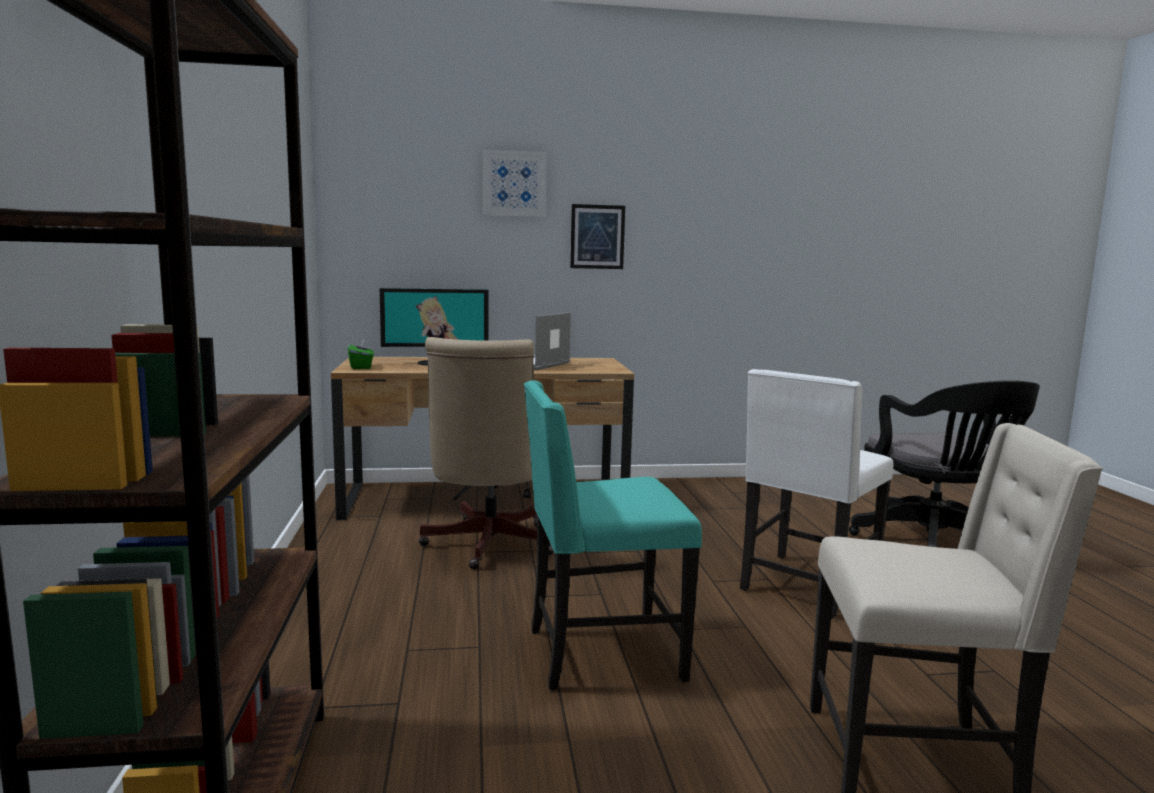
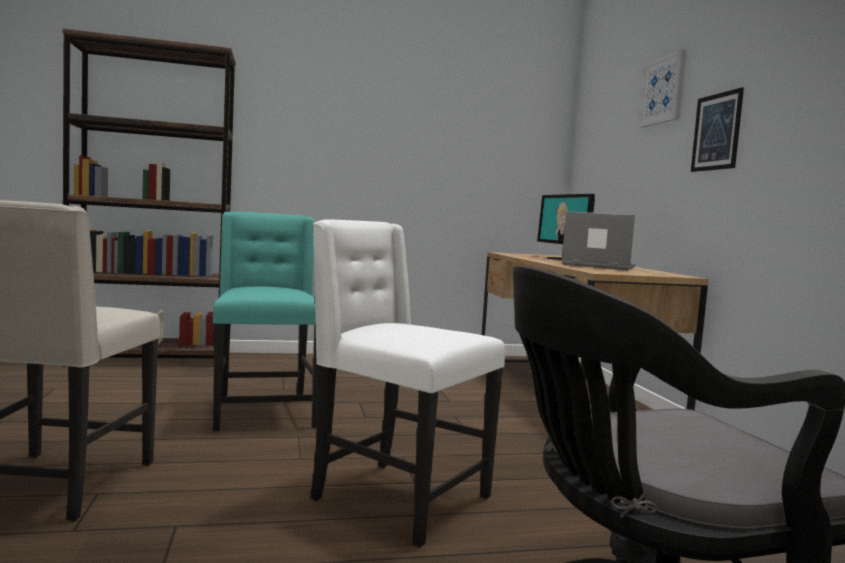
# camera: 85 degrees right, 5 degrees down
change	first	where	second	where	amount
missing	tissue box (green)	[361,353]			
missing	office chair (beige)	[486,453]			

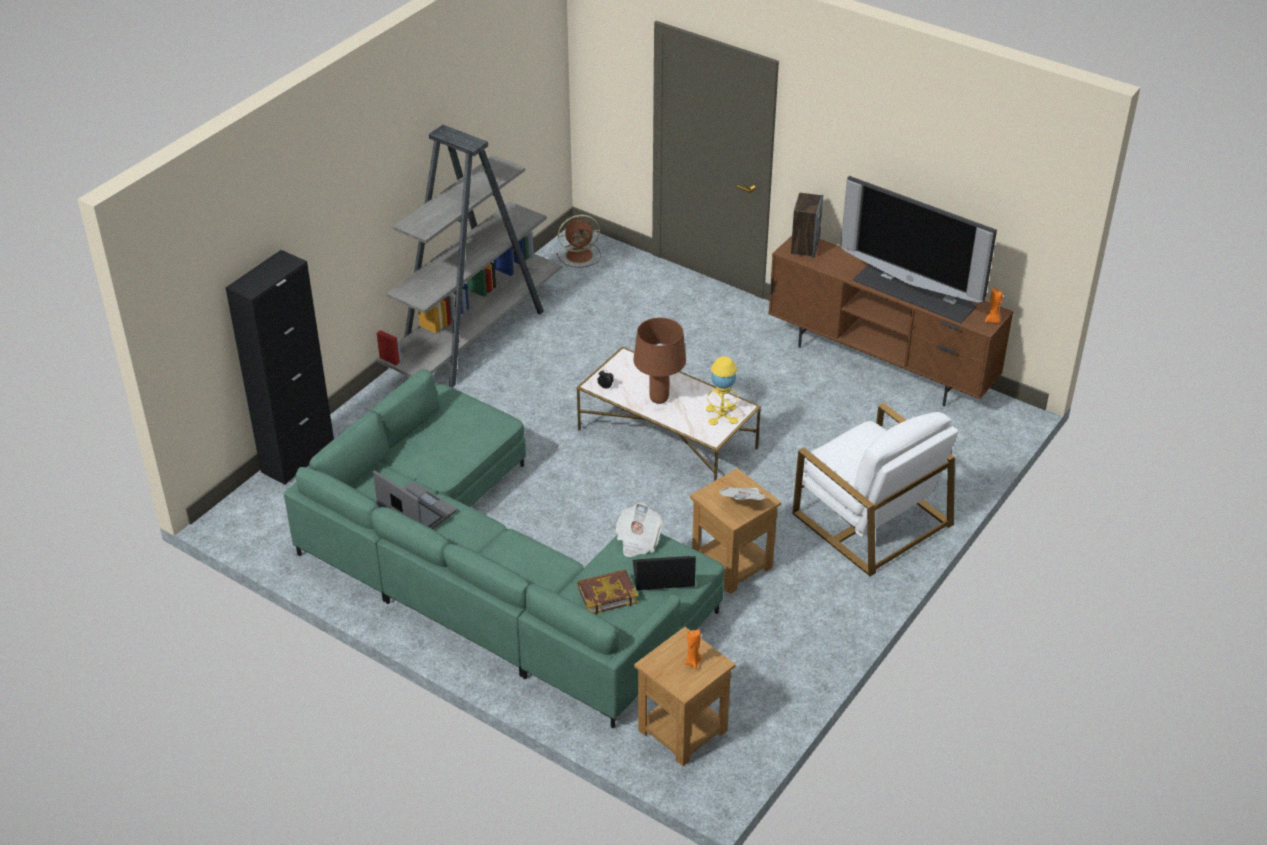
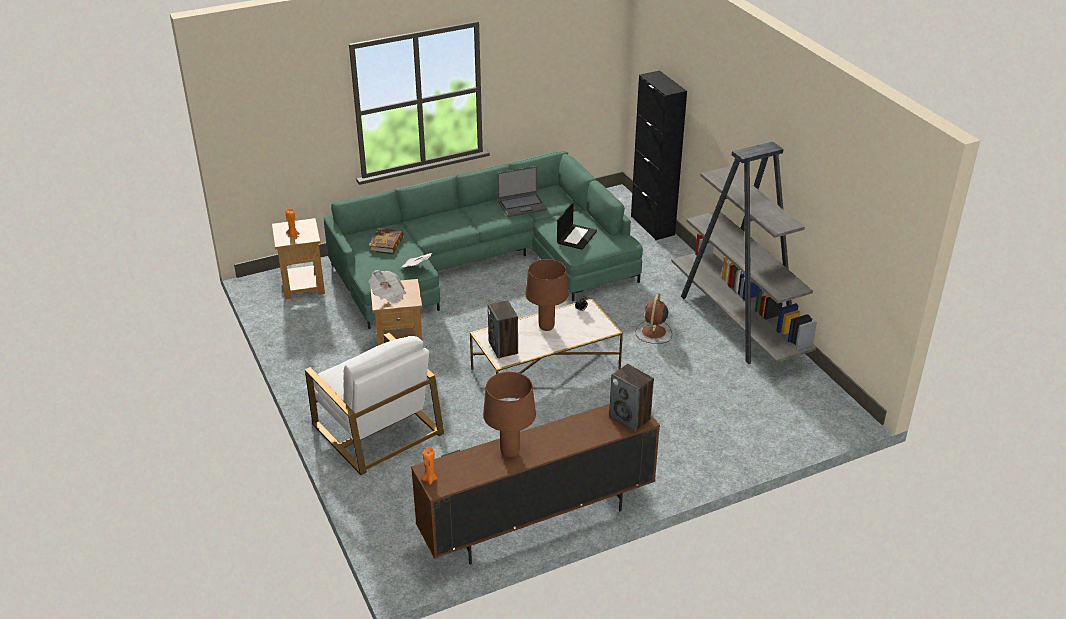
# camera: 120 degrees right, 5 degrees down
change	first	where	second	where	amount
spun	armchair (white)	[875,489]		[374,404]	120 degrees counterclockwise
exchanged	television	[919,249]	table lamp (brown)	[509,414]	
exchanged	table lamp (yellow)	[722,390]	speaker	[503,329]	
relocated	laptop	[664,573]		[577,226]	
relocated	fan (brown)	[578,241]		[653,318]	

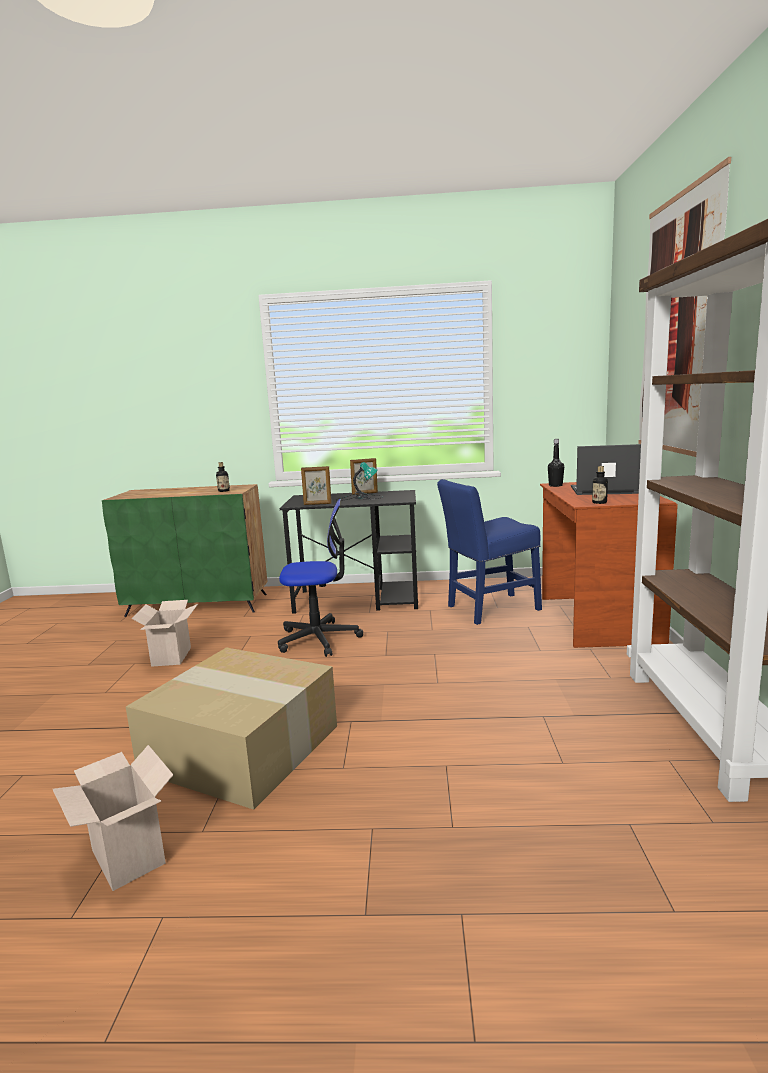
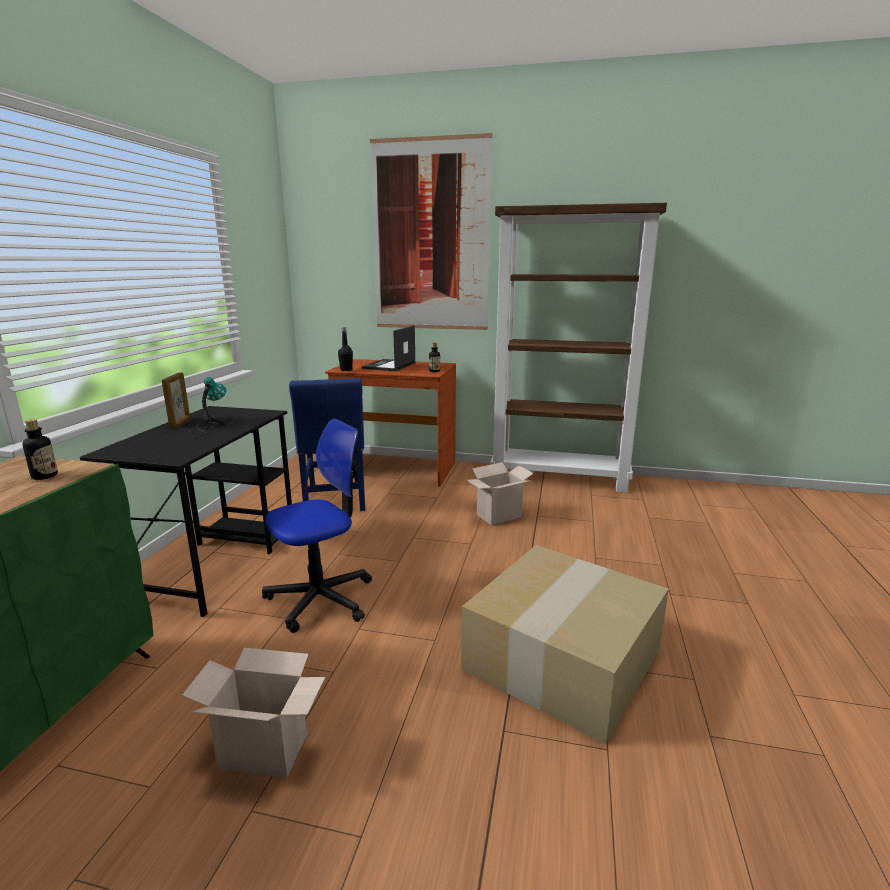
# camera: 80 degrees left, 5 degrees up
change	first	where	second	where	amount
spun	office chair	[320,578]		[317,526]	45 degrees clockwise
relocated	cardboard box	[112,818]		[500,493]	
missing	picture frame	[316,485]			

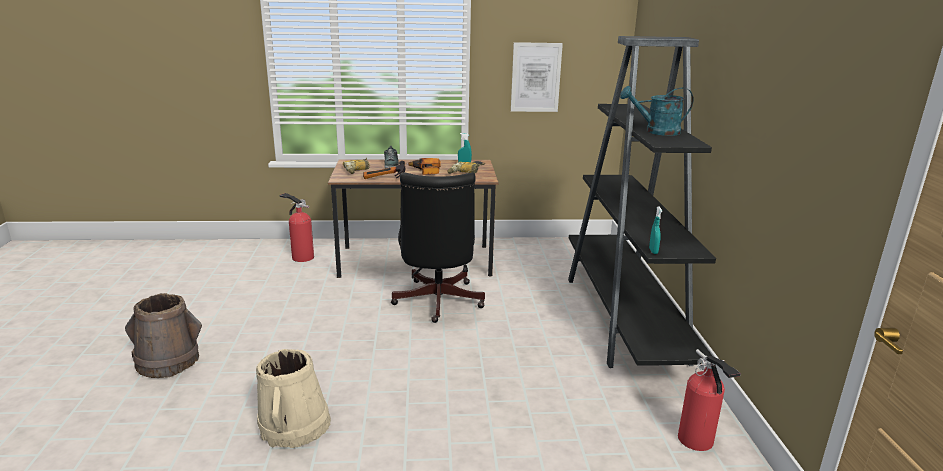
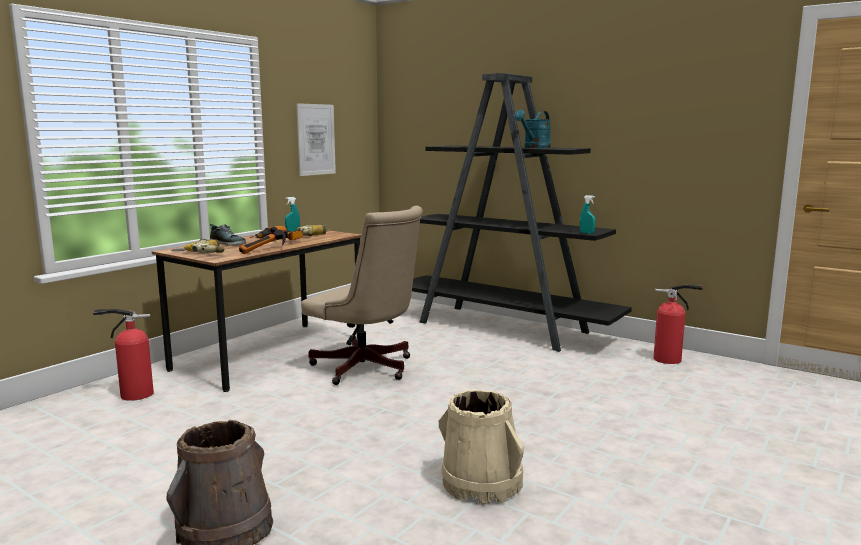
# camera: 50 degrees left, 10 degrees down
change	first	where	second	where	amount
colour	office chair (black)	[438,247]	office chair (beige)	[362,295]	

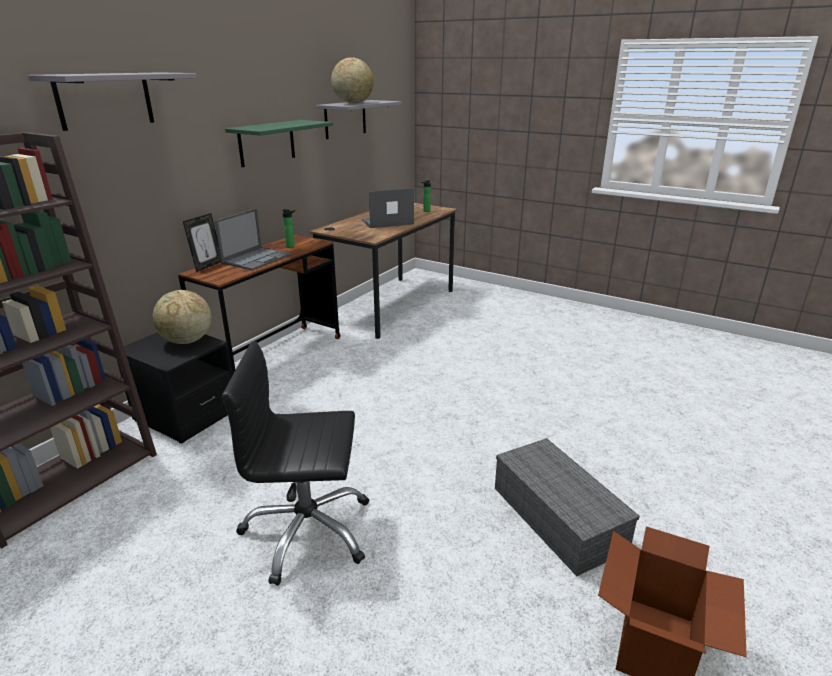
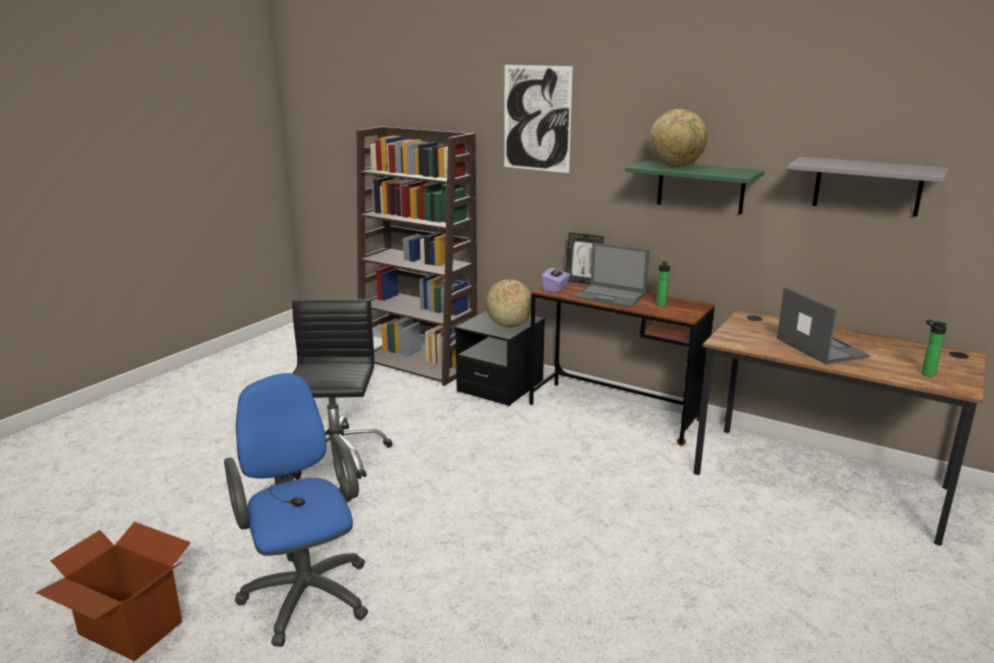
# camera: 90 degrees right, 5 degrees down
change	first	where	second	where	amount
exchanged	storage box (grey)	[567,507]	office chair (blue)	[296,510]	
exchanged	shelf (grey)	[112,101]	picture	[538,119]	
appeared			tissue box (purple)	[555,279]	
relocated	globe	[352,80]		[678,138]	

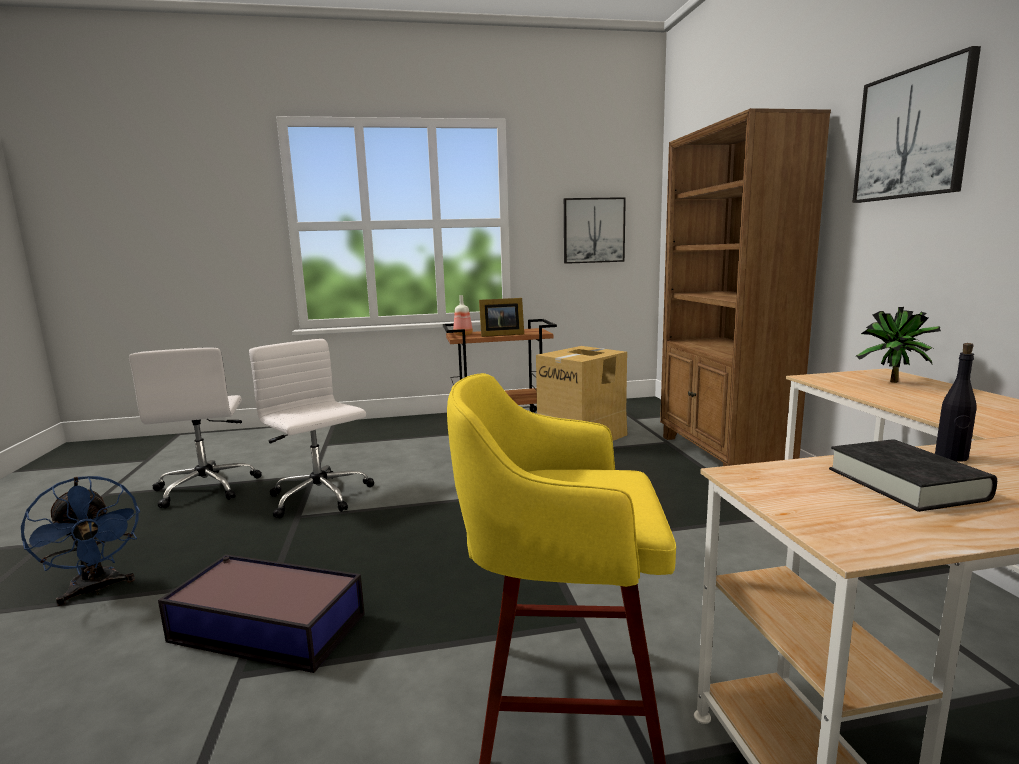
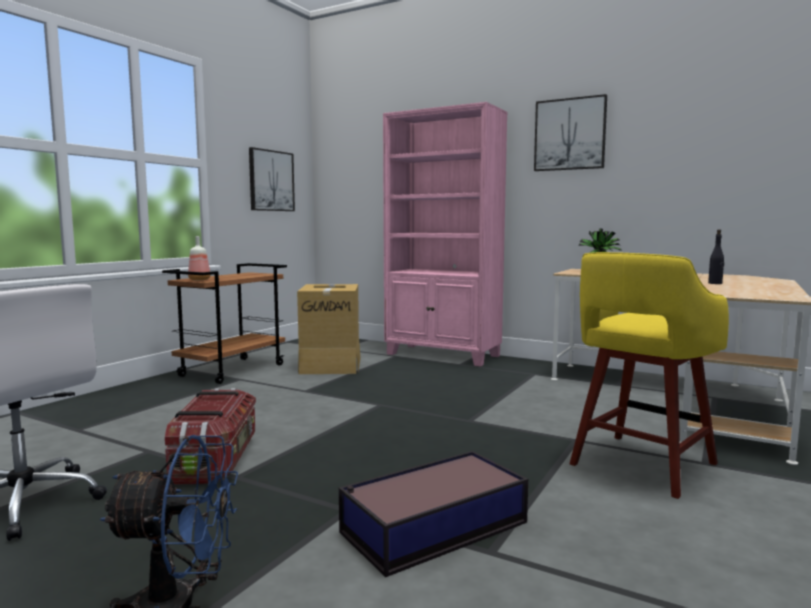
# camera: 50 degrees left, 5 degrees down
change	first	where	second	where	amount
exchanged	office chair (white)	[311,428]	storage box	[210,436]	
colour	bookcase (brown)	[745,287]	bookcase (pink)	[445,234]	
missing	picture frame	[501,317]			
missing	book (black)	[913,475]			

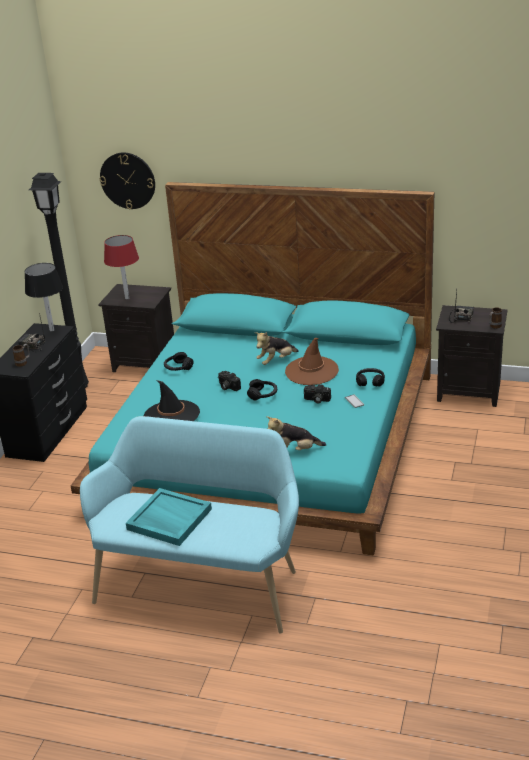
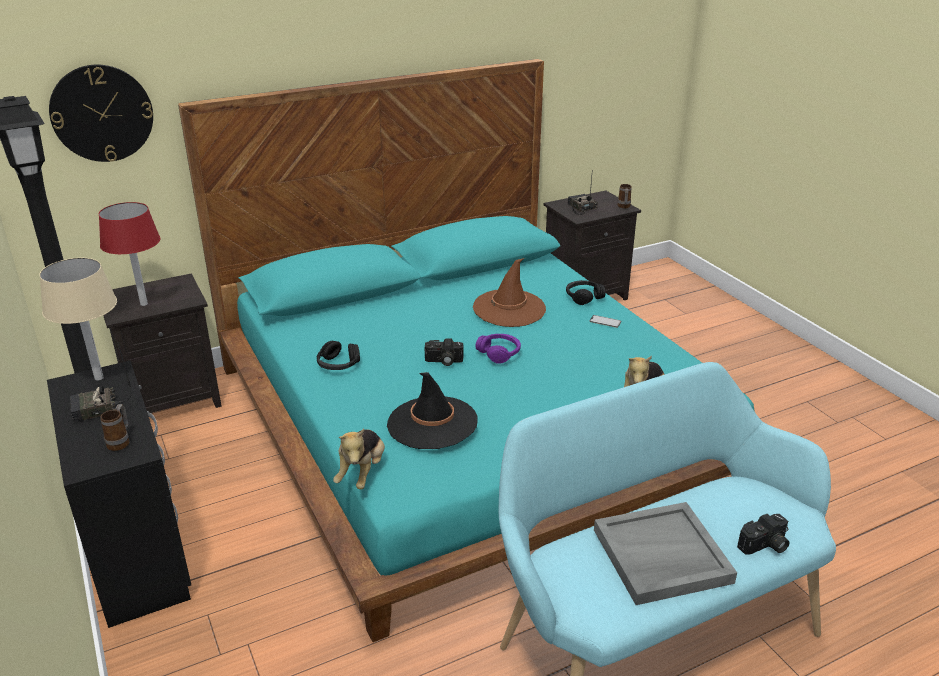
# camera: 45 degrees left, 0 degrees up
change	first	where	second	where	amount
colour	table lamp (black)	[44,297]	table lamp (beige)	[78,319]	
relocated	plush toy	[277,348]		[359,459]	
colour	headphones (black)	[262,390]	headphones (purple)	[498,349]	
colour	tray (turquoise)	[169,517]	tray (grey)	[665,553]	
relocated	photo camera	[317,394]		[763,534]	

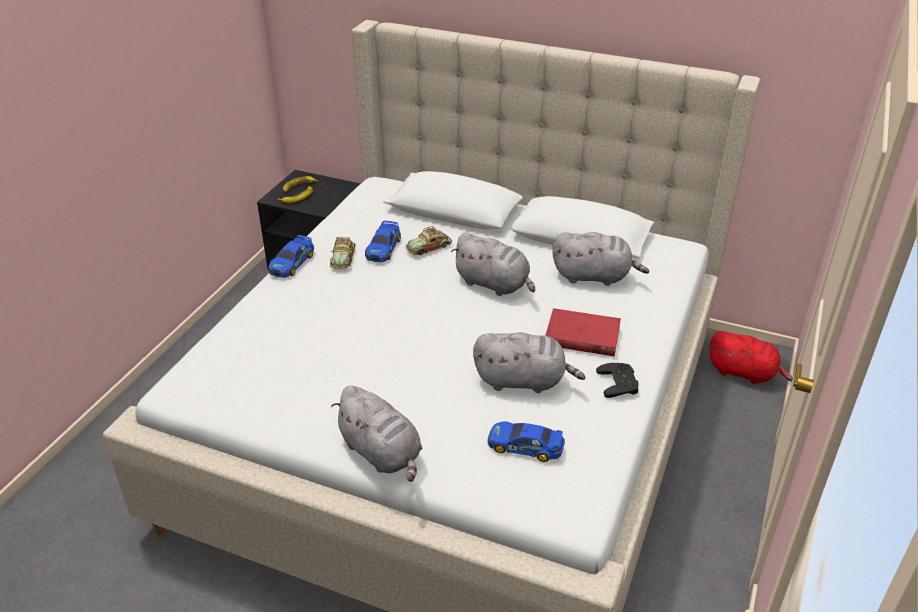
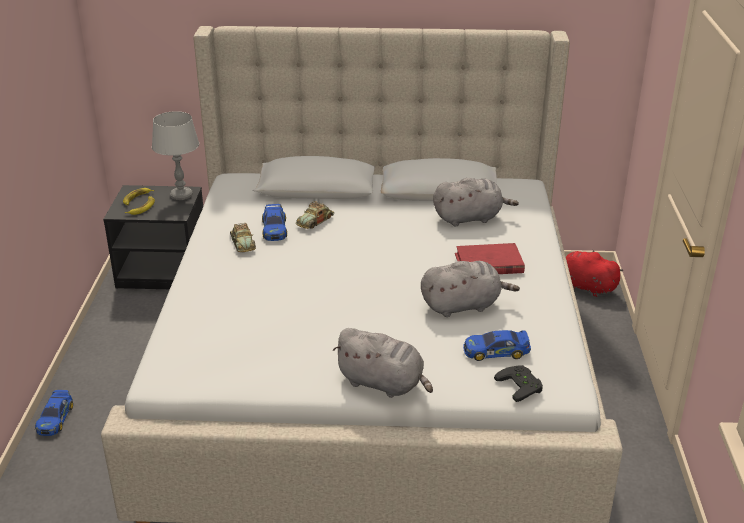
# camera: 20 degrees left, 5 degrees down
change	first	where	second	where	amount
relocated	toy car	[291,256]		[54,413]	
appeared			table lamp (grey)	[175,155]	
relocated	game controller (black)	[617,380]		[518,383]	
spun	plush toy (red)	[751,357]		[594,273]	150 degrees counterclockwise
missing	plush toy (grey)	[493,264]			

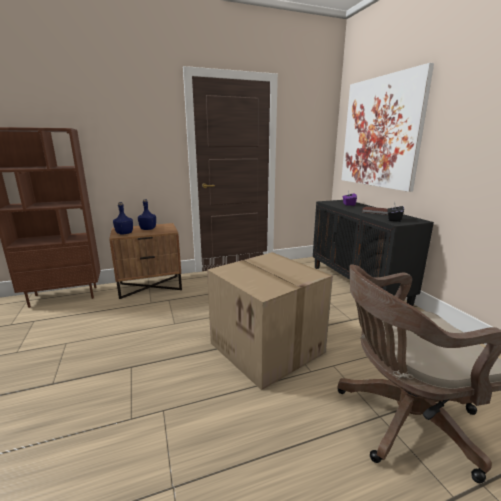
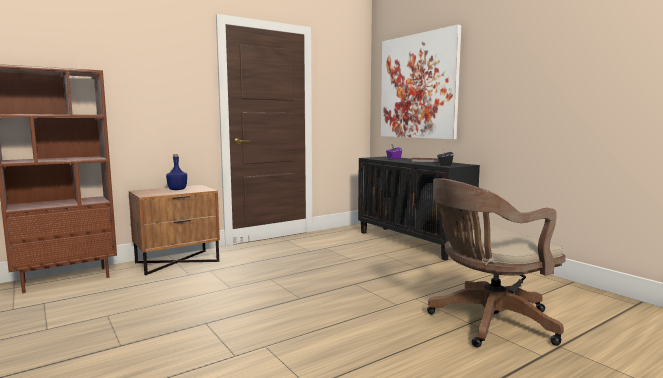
# camera: 15 degrees left, 10 degrees down
change	first	where	second	where	amount
missing	bottle (blue)	[123,218]			
missing	cardboard box	[270,321]			

